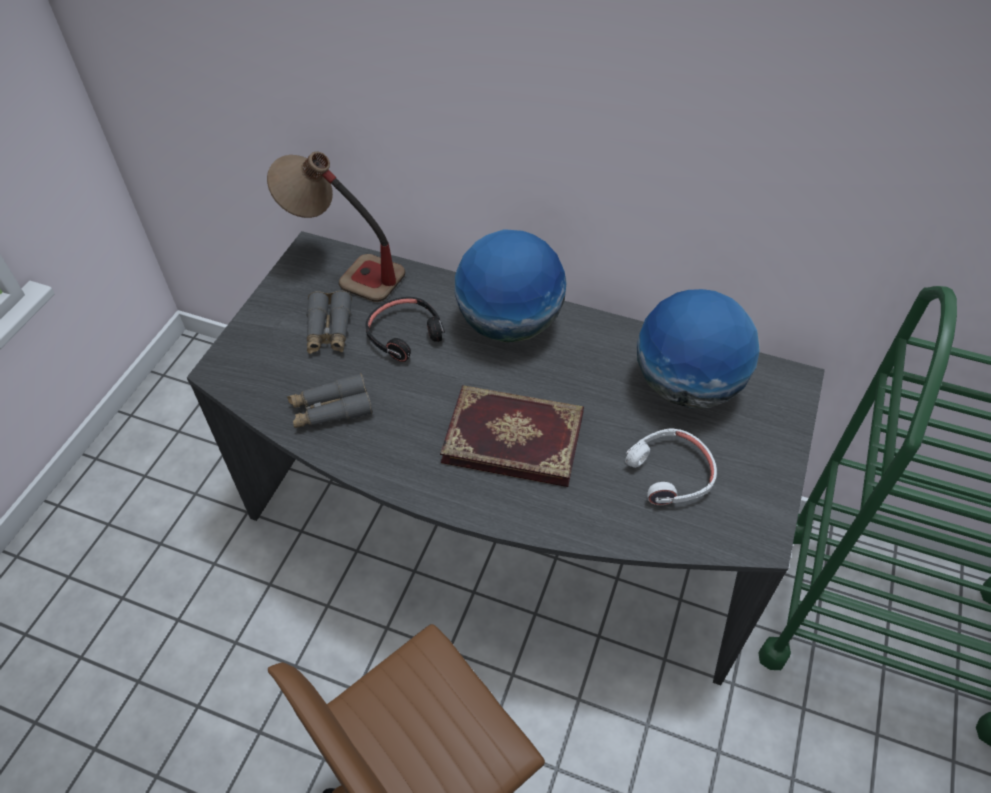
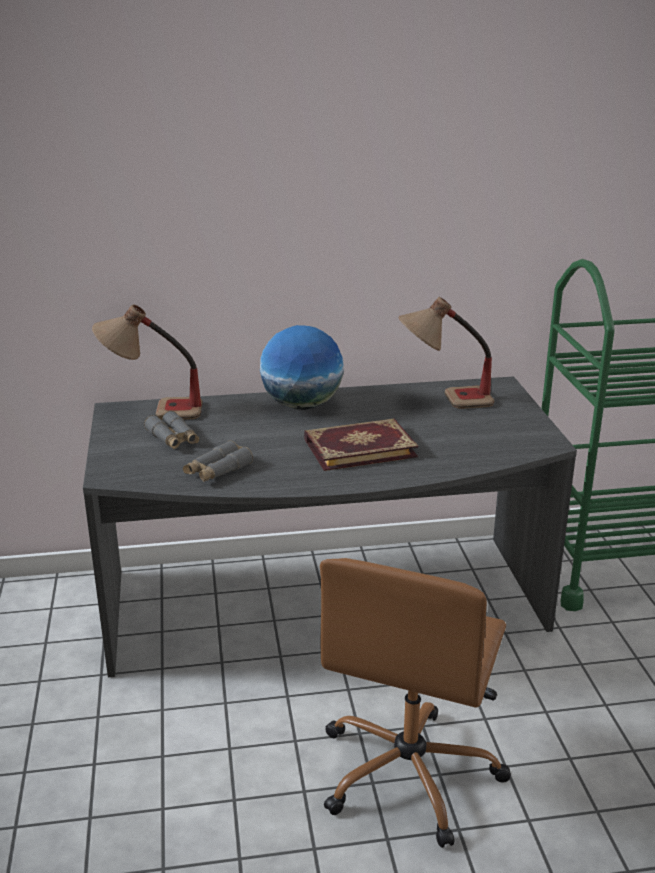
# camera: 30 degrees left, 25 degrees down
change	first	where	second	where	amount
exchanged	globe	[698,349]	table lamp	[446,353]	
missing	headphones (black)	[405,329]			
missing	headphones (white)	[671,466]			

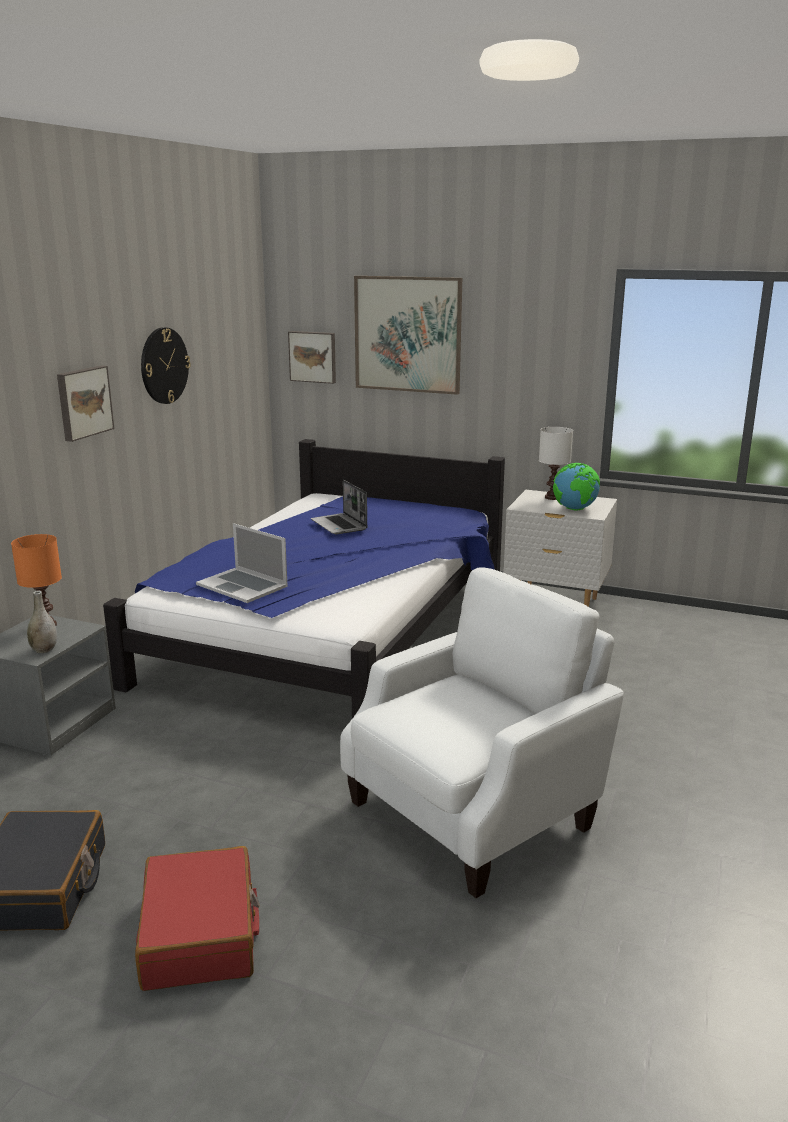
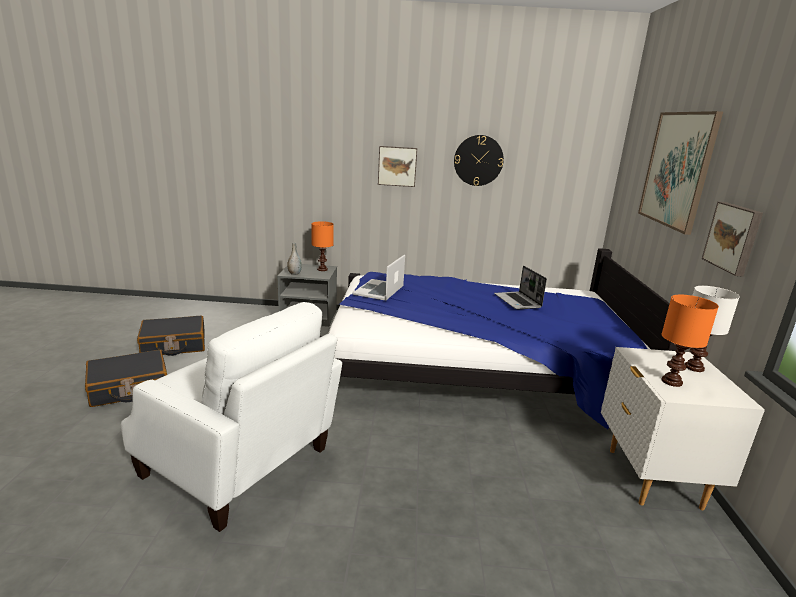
# camera: 70 degrees right, 0 degrees up
change	first	where	second	where	amount
colour	suitcase (red)	[197,918]	suitcase (black)	[126,378]	
spun	laptop	[339,507]		[520,287]	60 degrees counterclockwise
exchanged	globe	[576,486]	table lamp (orange)	[690,341]	
relocated	picture	[312,357]		[732,239]	

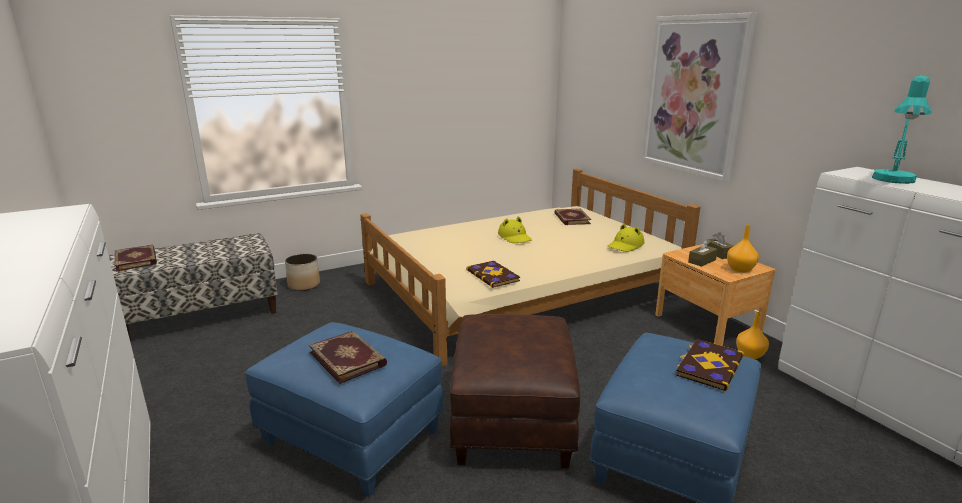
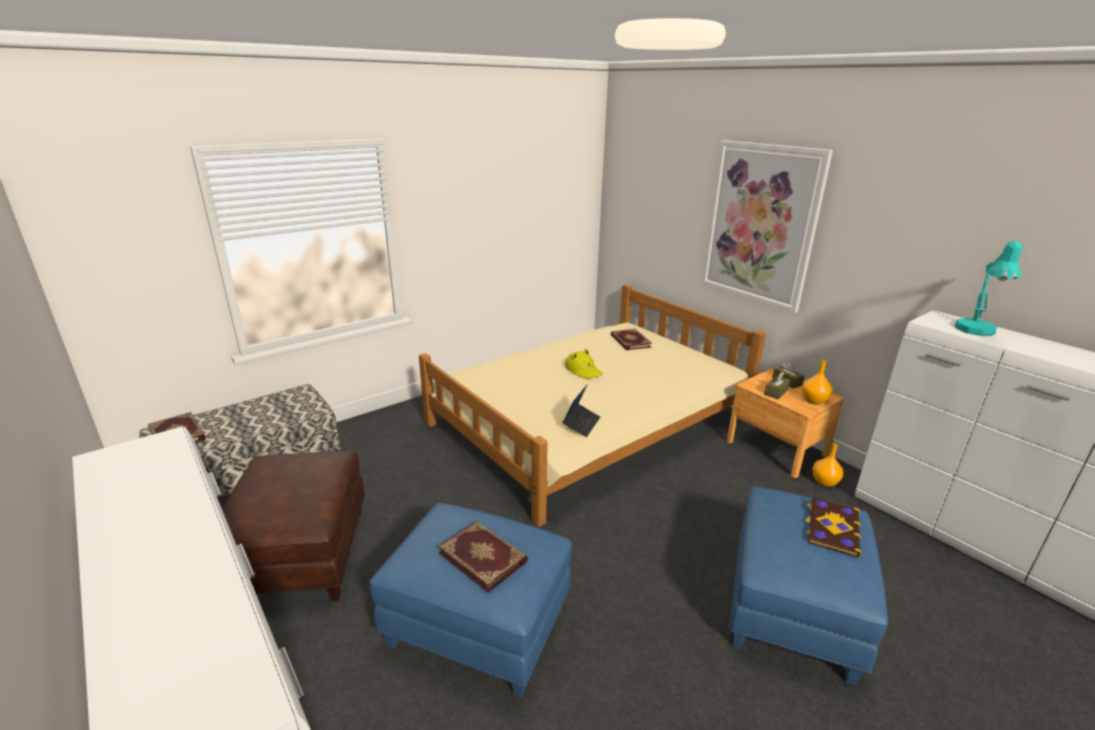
# camera: 10 degrees left, 5 degrees up
change	first	where	second	where	amount
relocated	ottoman (brown)	[514,391]		[293,526]	
exchanged	book	[493,274]	laptop	[581,410]	
missing	planter	[302,272]			
missing	hat (yellow)	[625,238]			

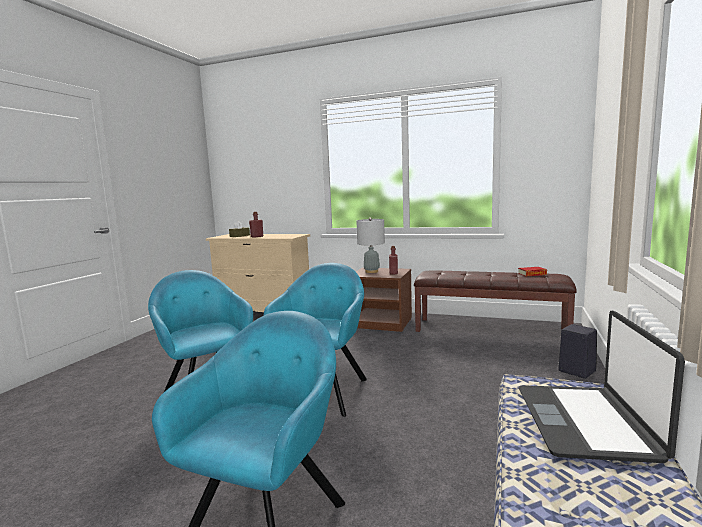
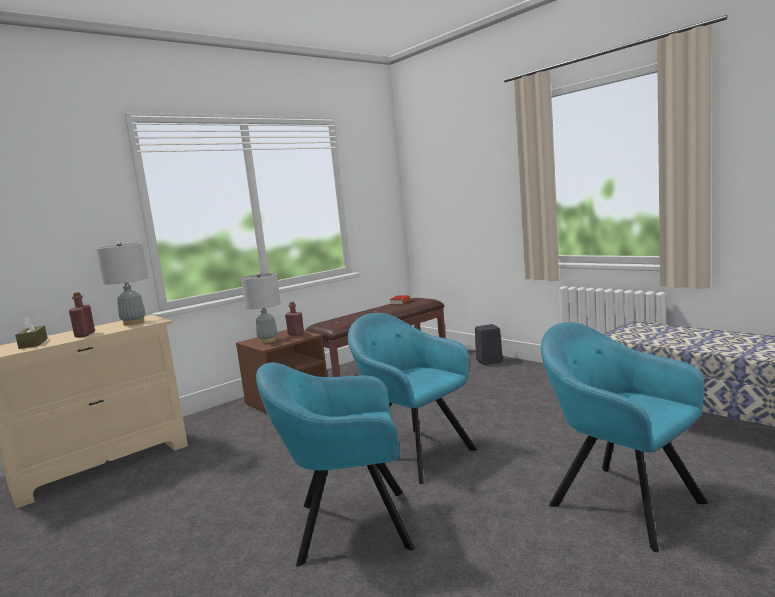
# camera: 60 degrees left, 0 degrees up
change	first	where	second	where	amount
appeared			table lamp (grey)	[122,283]	
missing	laptop	[602,387]			

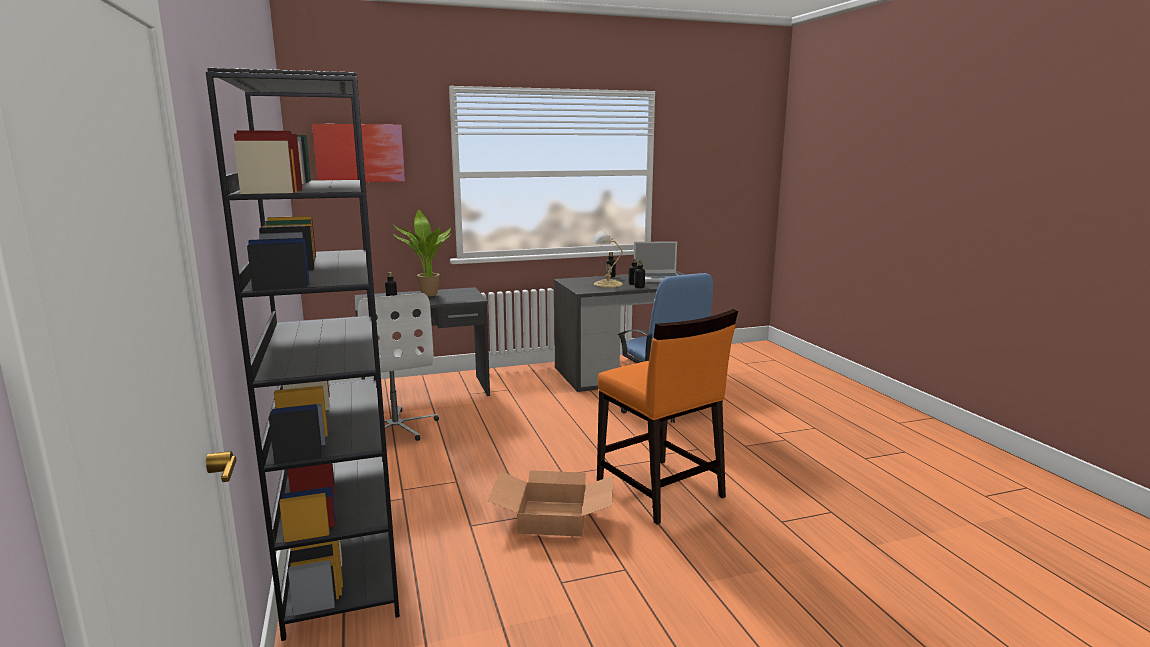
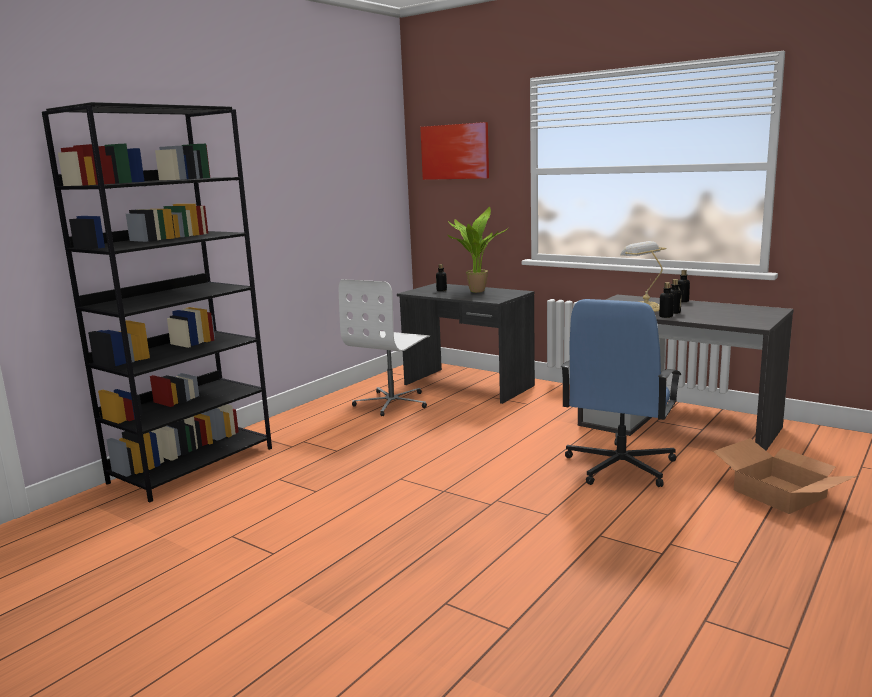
# camera: 55 degrees right, 0 degrees up
change	first	where	second	where	amount
relocated	cardboard box	[551,503]		[785,476]	
missing	chair (orange)	[667,417]			
missing	laptop	[655,262]			

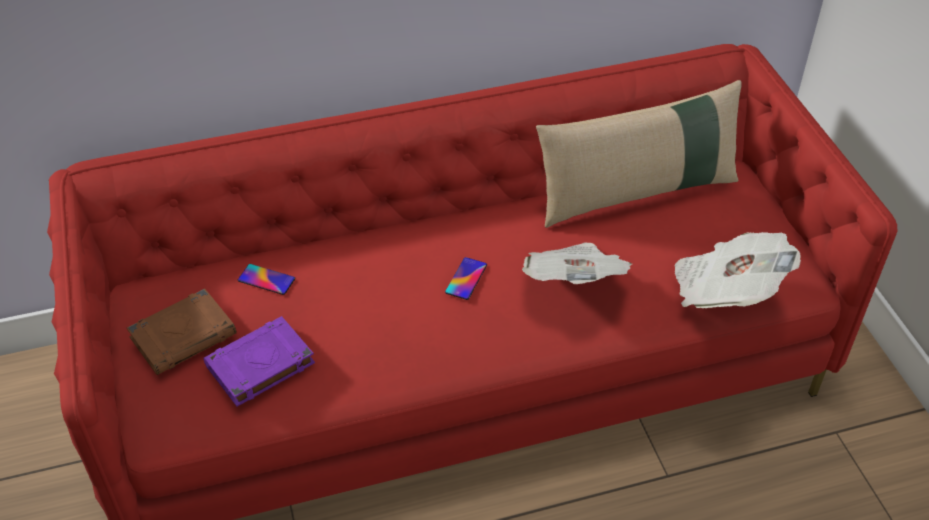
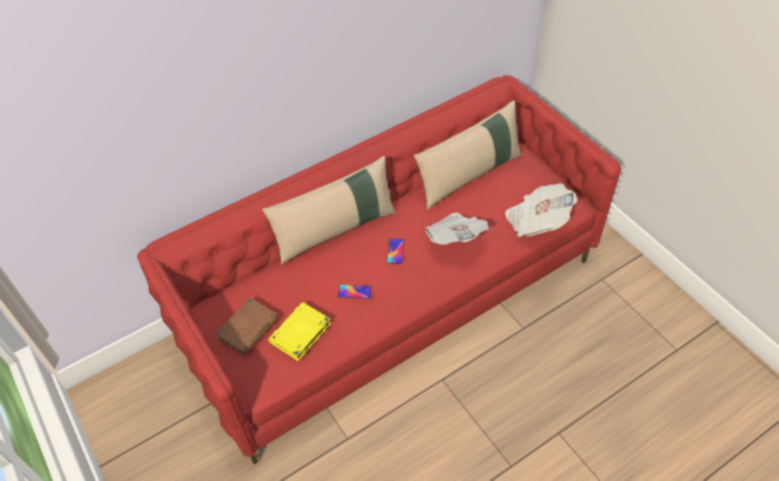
# camera: 15 degrees left, 5 degrees up
change	first	where	second	where	amount
appeared			pillow (beige)	[329,210]	
colour	book (purple)	[259,361]	book (yellow)	[299,331]	
relocated	phone	[266,279]		[354,292]	

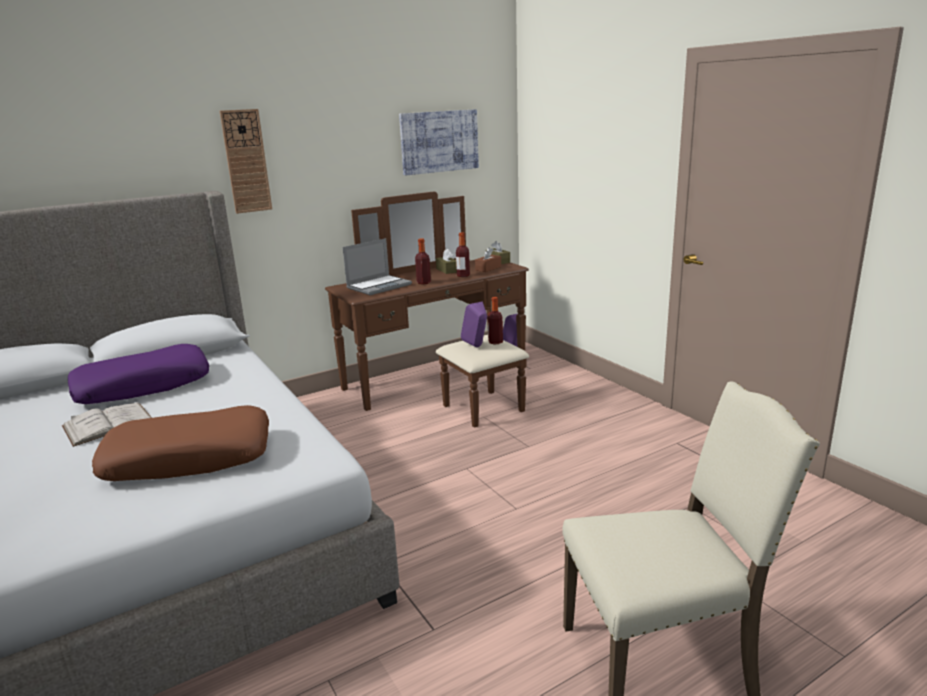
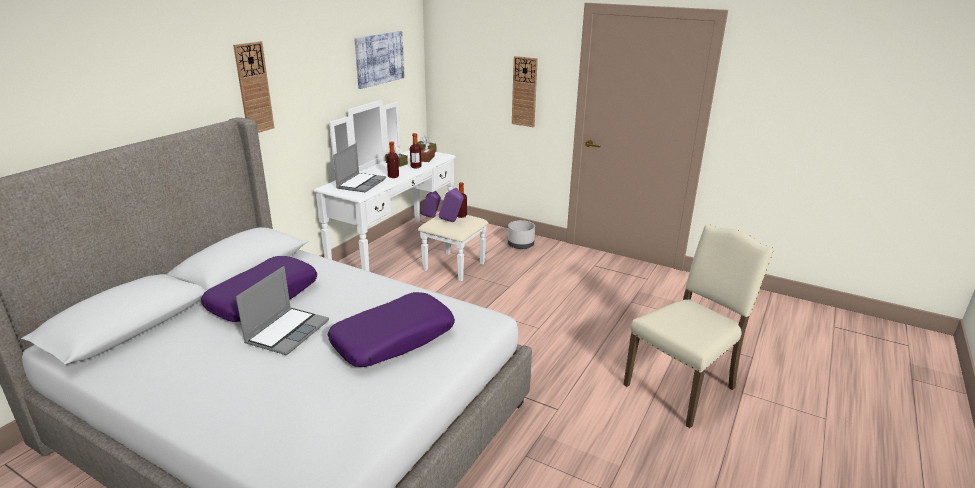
# camera: 30 degrees left, 5 degrees up
change	first	where	second	where	amount
exchanged	book (white)	[107,425]	laptop	[282,310]	
colour	dresser (brown)	[427,310]	dresser (white)	[401,191]	
colour	pillow (brown)	[180,443]	pillow (purple)	[391,329]	
appeared			planter (grey)	[521,234]	
appeared			wall clock	[525,91]	

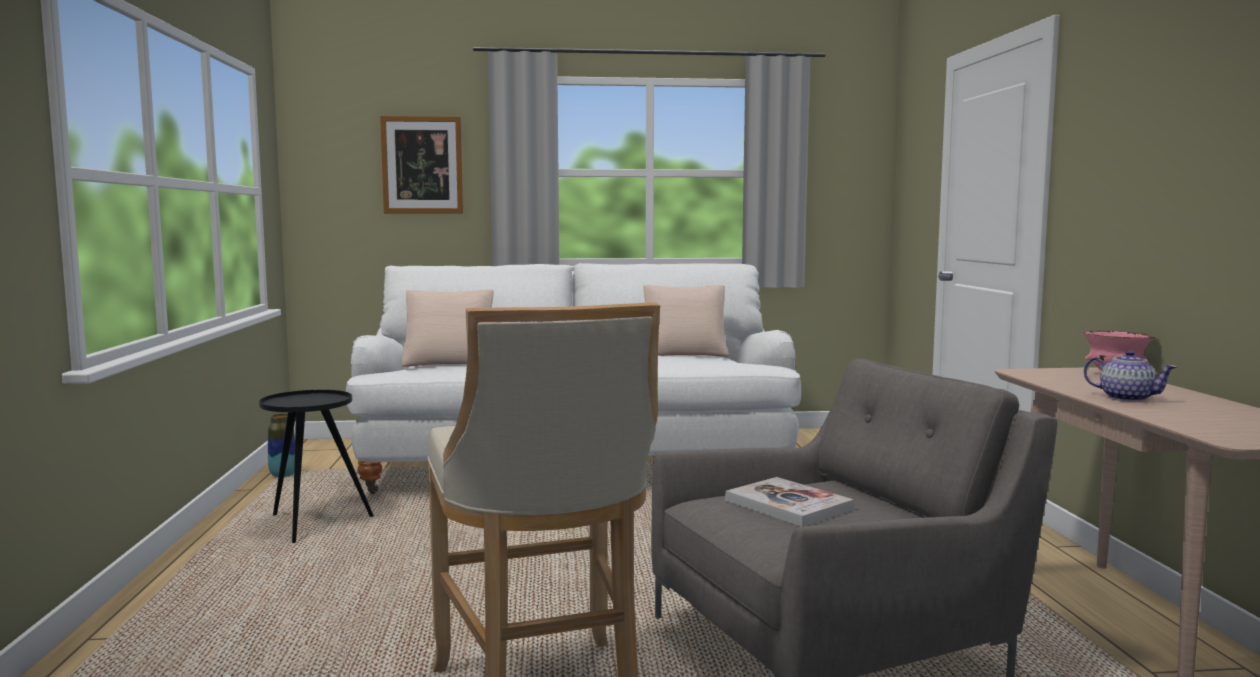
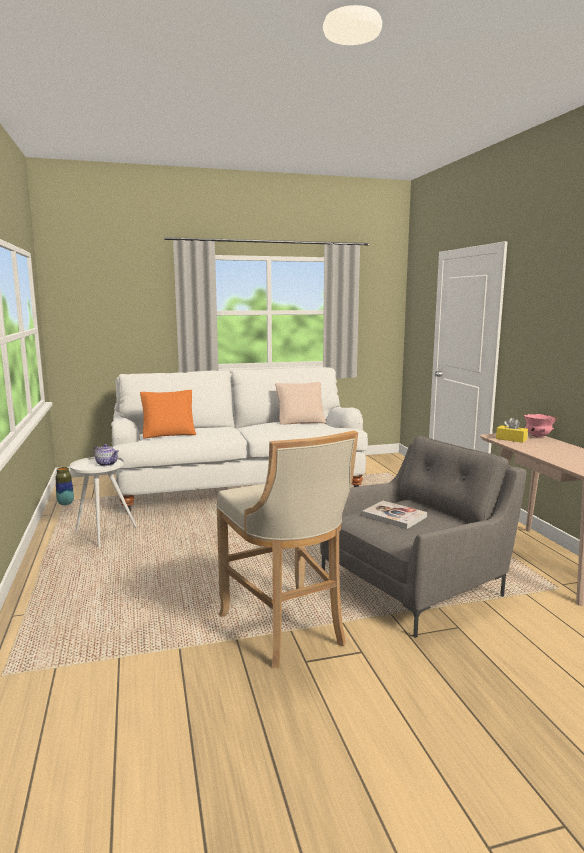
# camera: 10 degrees left, 5 degrees up
change	first	where	second	where	amount
colour	side table (black)	[316,466]	side table (white)	[103,502]	
relocated	teapot	[1130,376]		[106,455]	
colour	pillow (beige)	[447,328]	pillow (orange)	[168,414]	
appeared			tissue box (yellow)	[512,430]	
missing	picture	[421,164]			

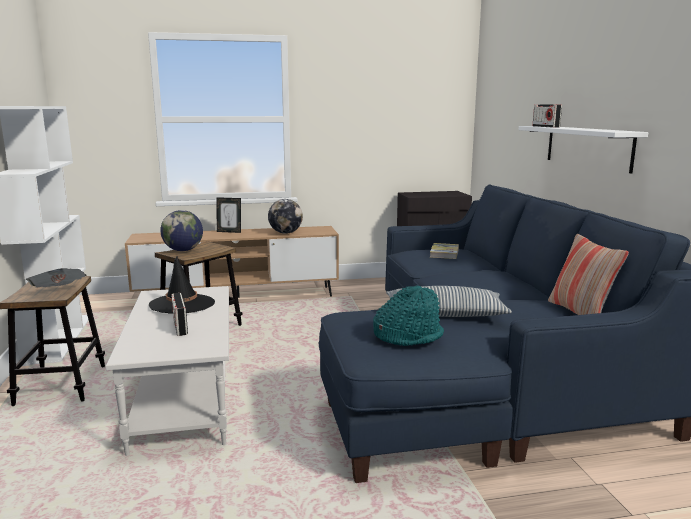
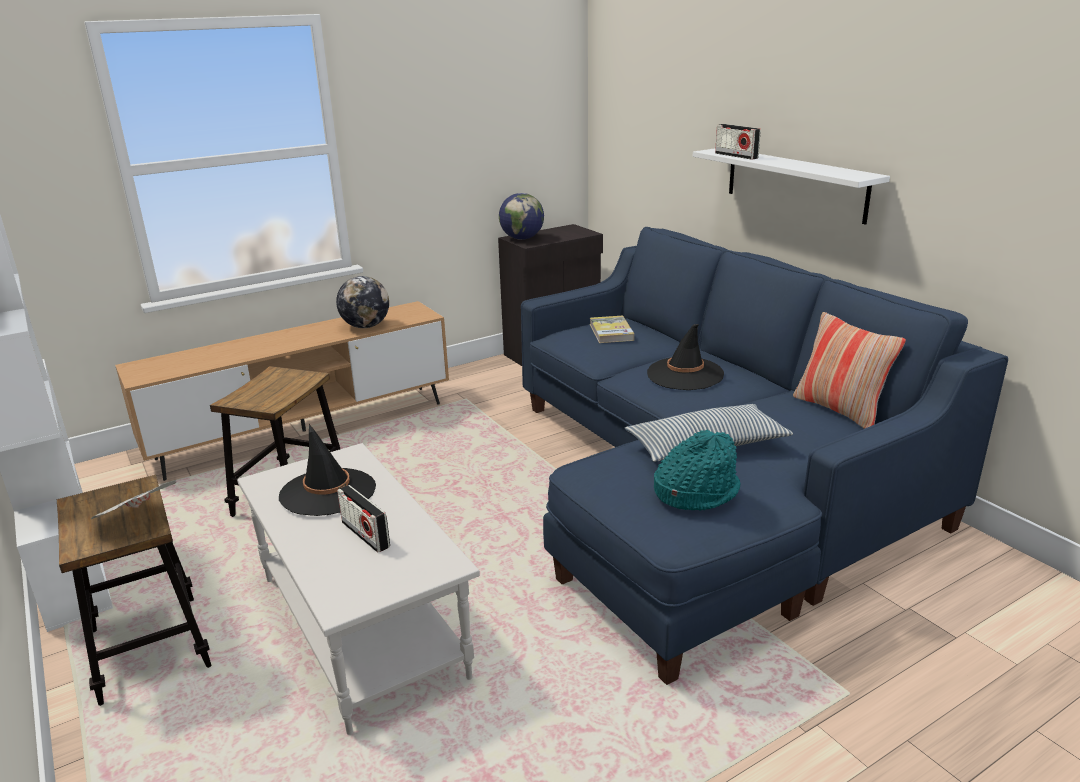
# camera: 20 degrees left, 10 degrees up
change	first	where	second	where	amount
relocated	globe	[182,230]		[521,216]	
appeared			hat (black)	[685,357]	
missing	picture frame	[228,215]			

